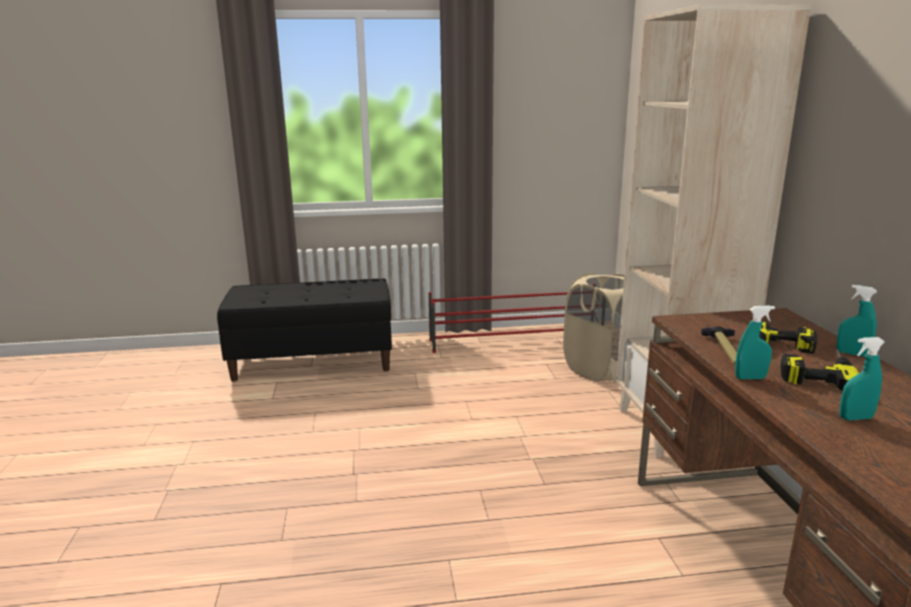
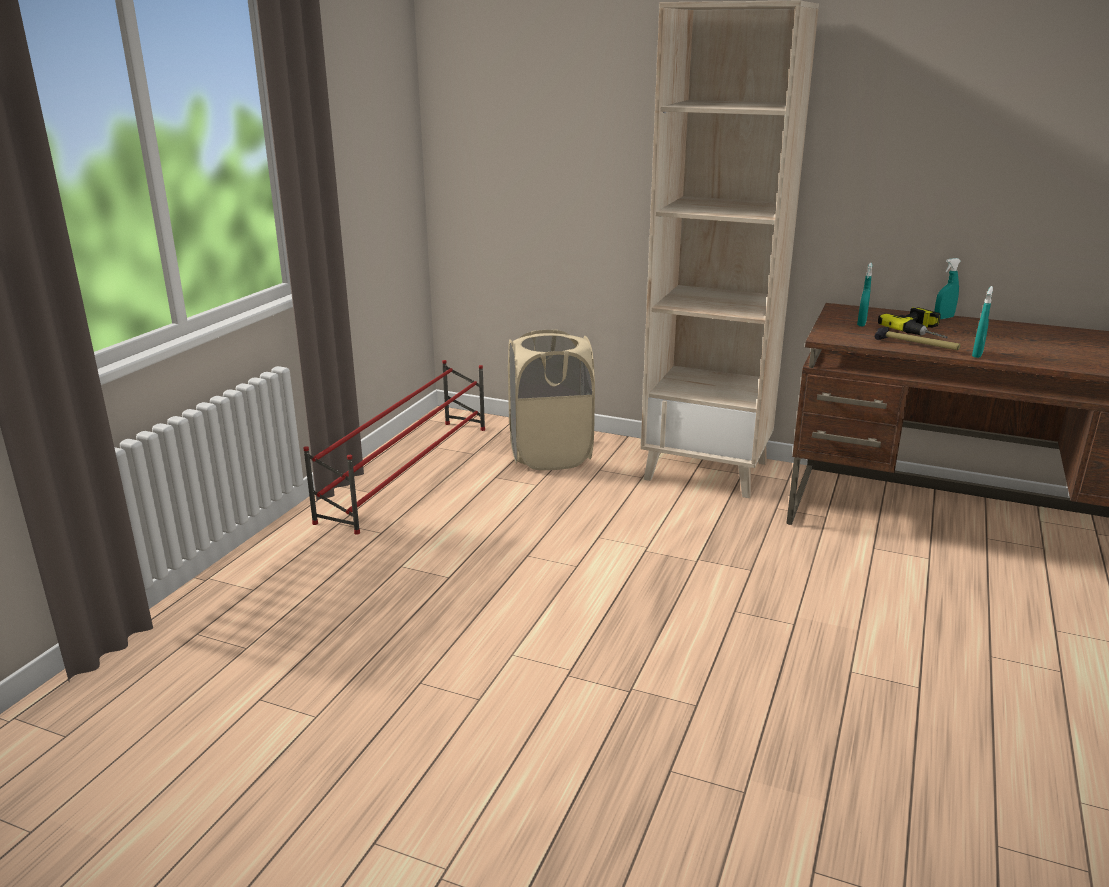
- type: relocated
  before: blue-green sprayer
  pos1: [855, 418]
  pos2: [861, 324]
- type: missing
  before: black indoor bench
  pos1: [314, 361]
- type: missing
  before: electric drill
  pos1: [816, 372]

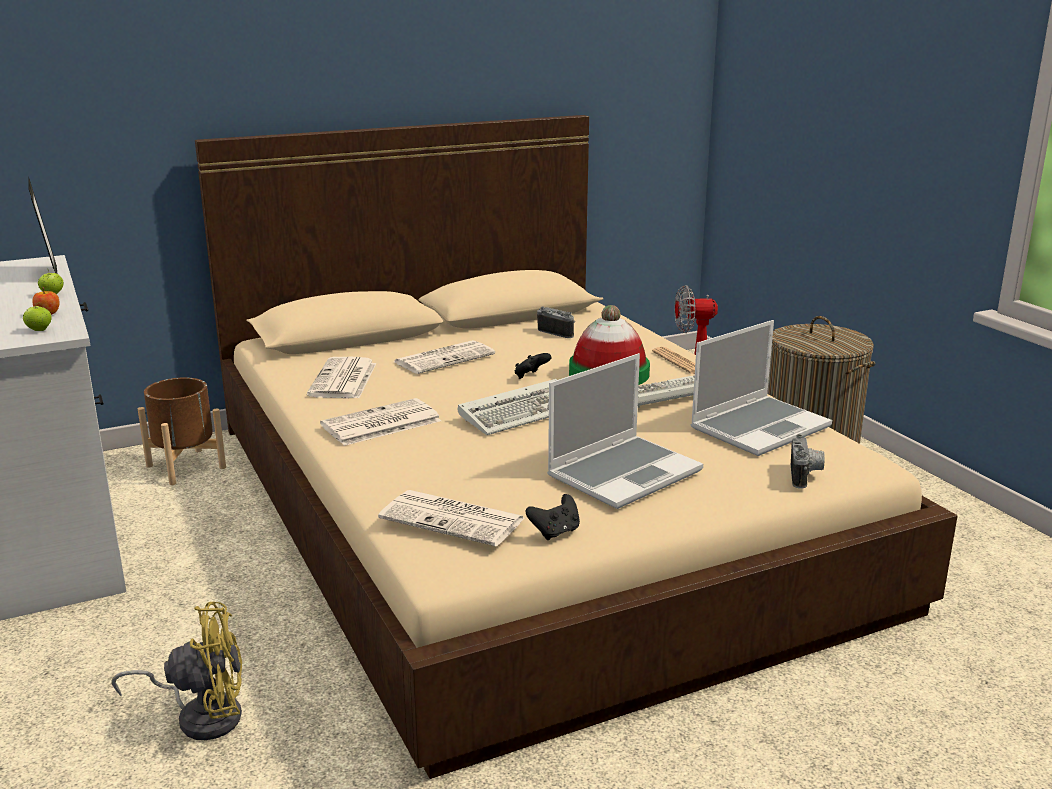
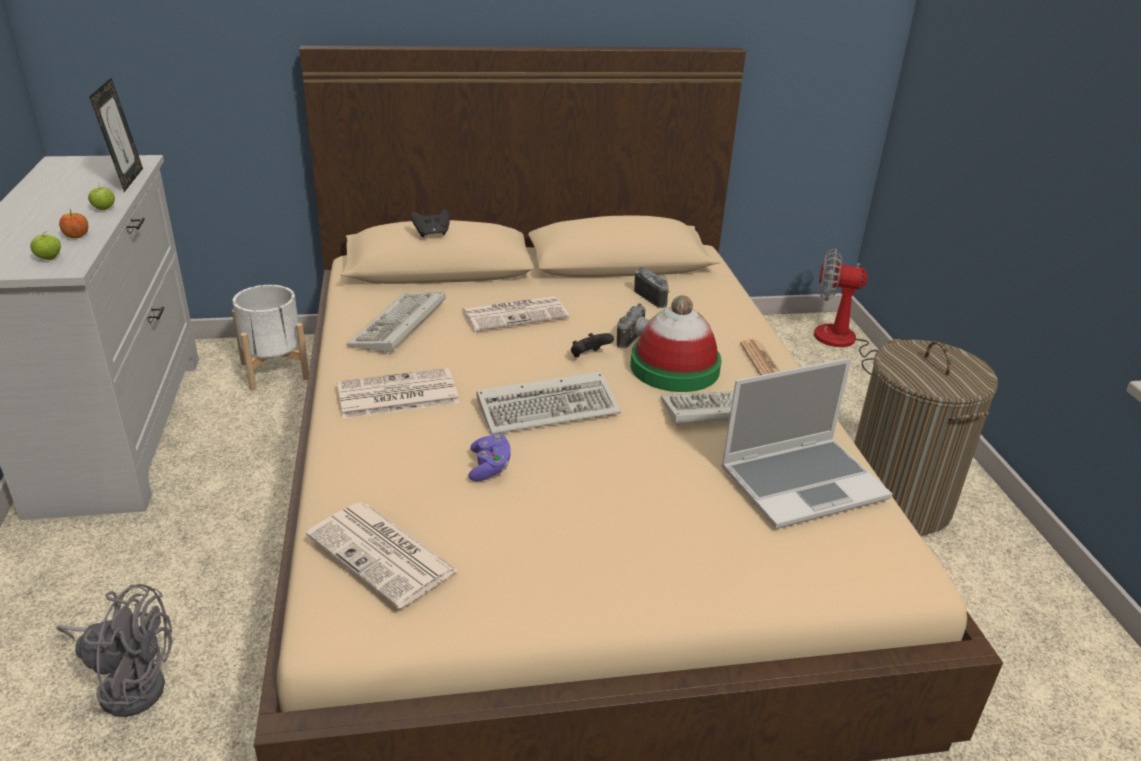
- type: colour
  before: yellowish electric fan
  after: greyish electric fan
  pos1: [201, 715]
  pos2: [129, 683]
- type: colour
  before: brown flower pot
  after: white-coloured flower pot
  pos1: [185, 467]
  pos2: [274, 371]
- type: exchanged
  before: printed paper
  after: computer keyboard
  pos1: [343, 380]
  pos2: [398, 327]
- type: relocated
  before: black joypad
  pos1: [555, 532]
  pos2: [432, 234]
- type: appeared
  after: purple-coloured joypad
  pos2: [489, 467]
- type: relocated
  before: photo camera
  pos1: [806, 476]
  pos2: [636, 339]
- type: missing
  before: notebook computer
  pos1: [624, 473]

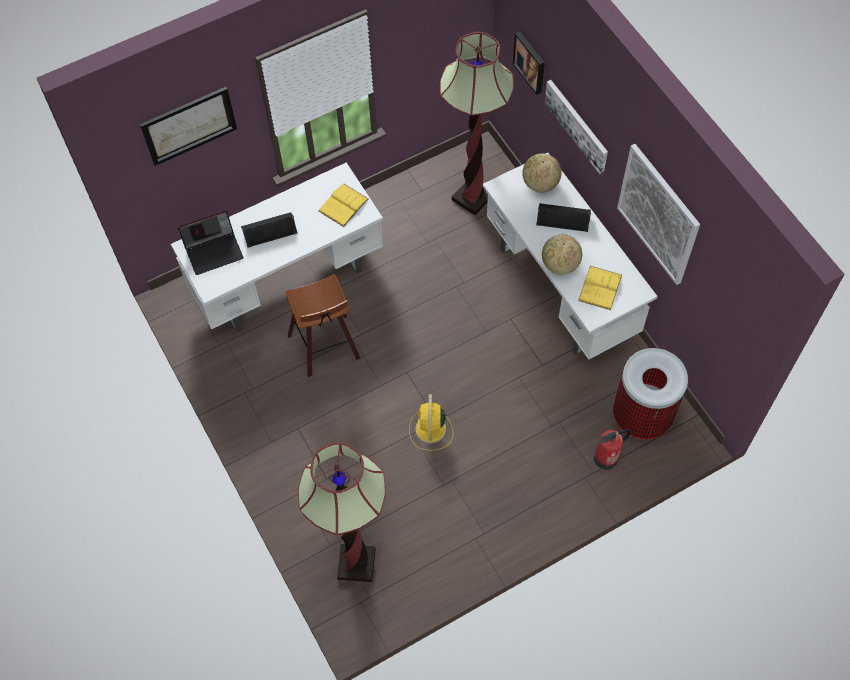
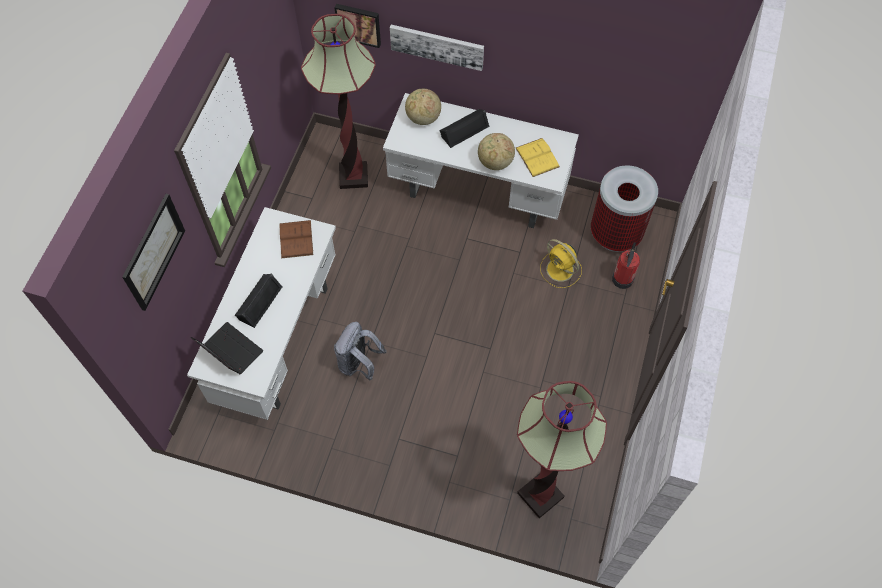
- type: spun
  before: notebook computer
  pos1: [214, 251]
  pos2: [229, 351]
  turn: -75
- type: colour
  before: yellowish book
  after: brown book
  pos1: [343, 205]
  pos2: [296, 239]
- type: exchanged
  before: stool seat
  after: greyish knapsack
  pos1: [327, 348]
  pos2: [359, 364]
- type: relocated
  before: yellowish electric fan
  pos1: [430, 430]
  pos2: [561, 270]
- type: missing
  before: wall art
  pos1: [658, 214]

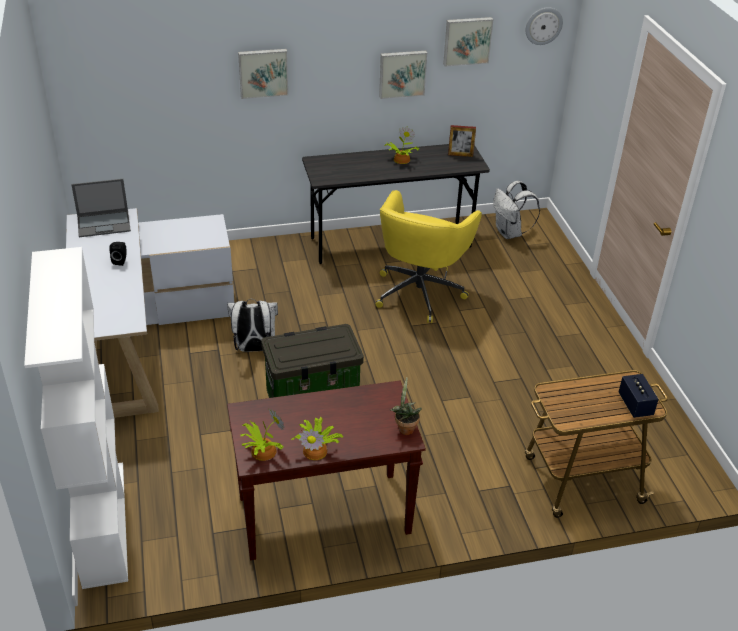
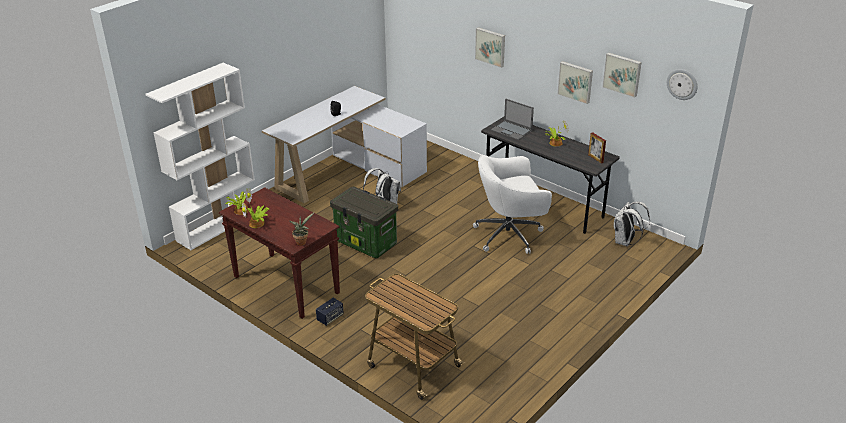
- type: relocated
  before: speaker
  pos1: [635, 405]
  pos2: [330, 318]
- type: colour
  before: yellowish computer chair
  after: white-coloured computer chair
  pos1: [420, 291]
  pos2: [510, 235]
- type: relocated
  before: notebook computer
  pos1: [104, 224]
  pos2: [512, 130]

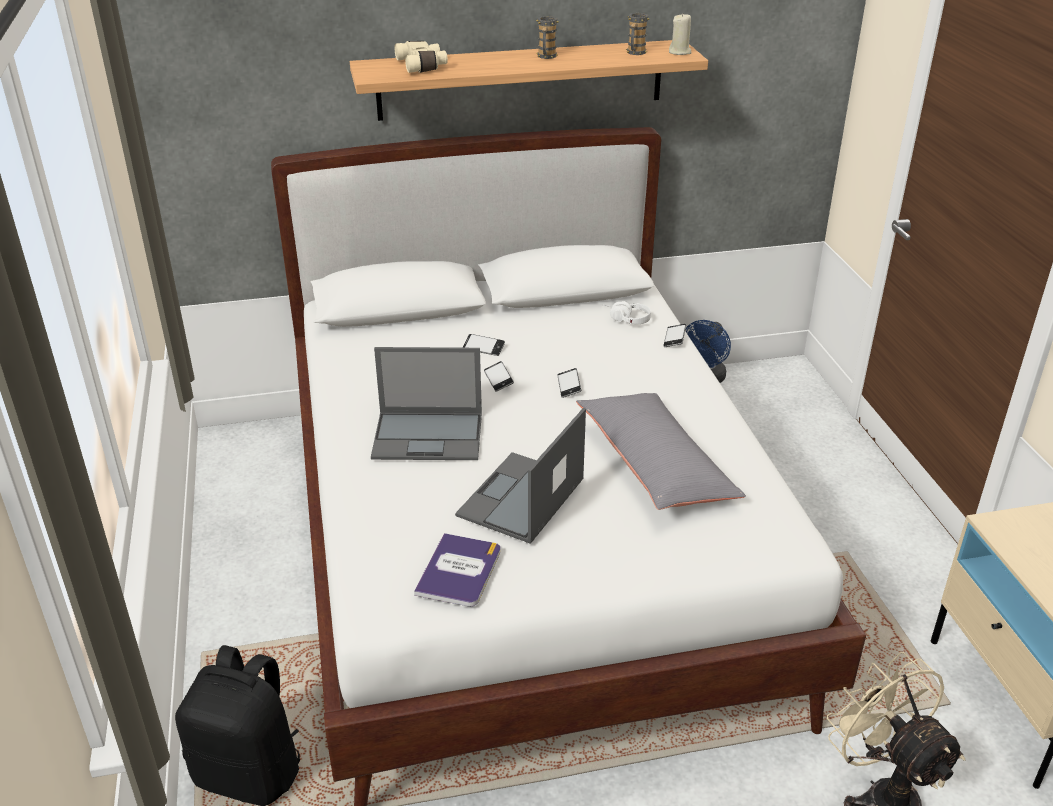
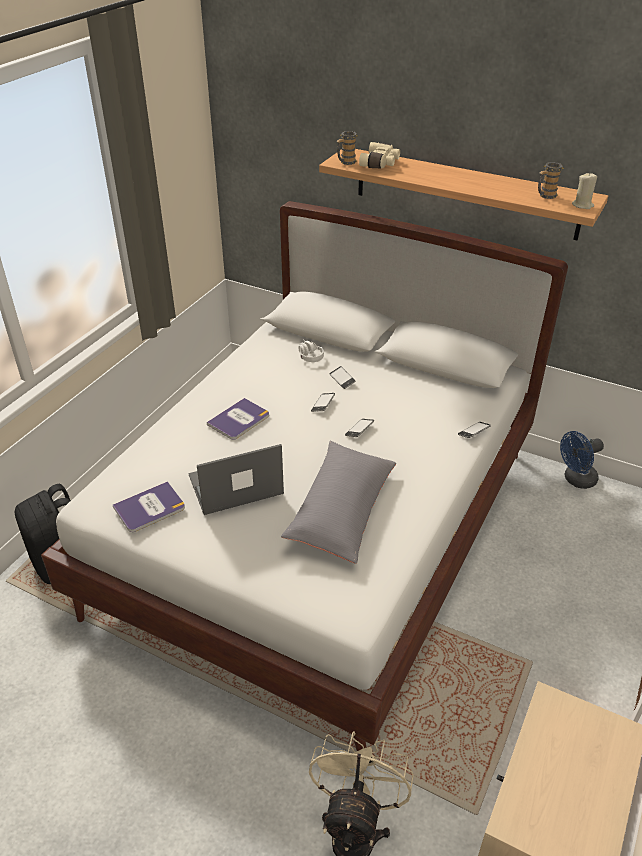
- type: exchanged
  before: notebook computer
  after: book
  pos1: [429, 436]
  pos2: [239, 420]
- type: relocated
  before: white-coloured headset
  pos1: [625, 319]
  pos2: [308, 355]
- type: relocated
  before: tea mug
  pos1: [546, 57]
  pos2: [346, 162]

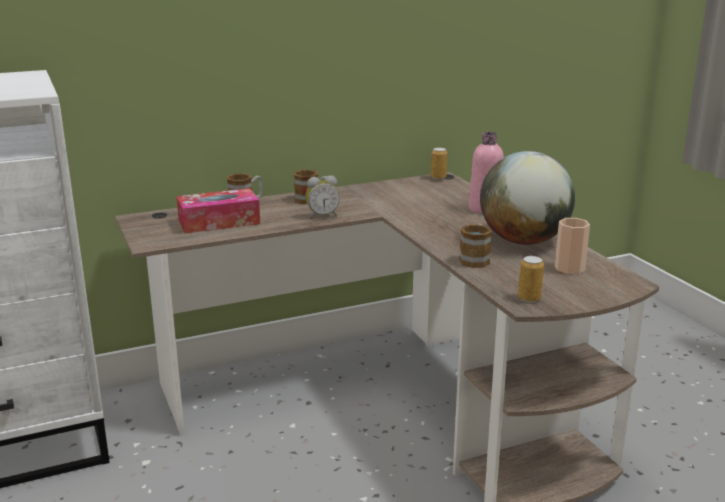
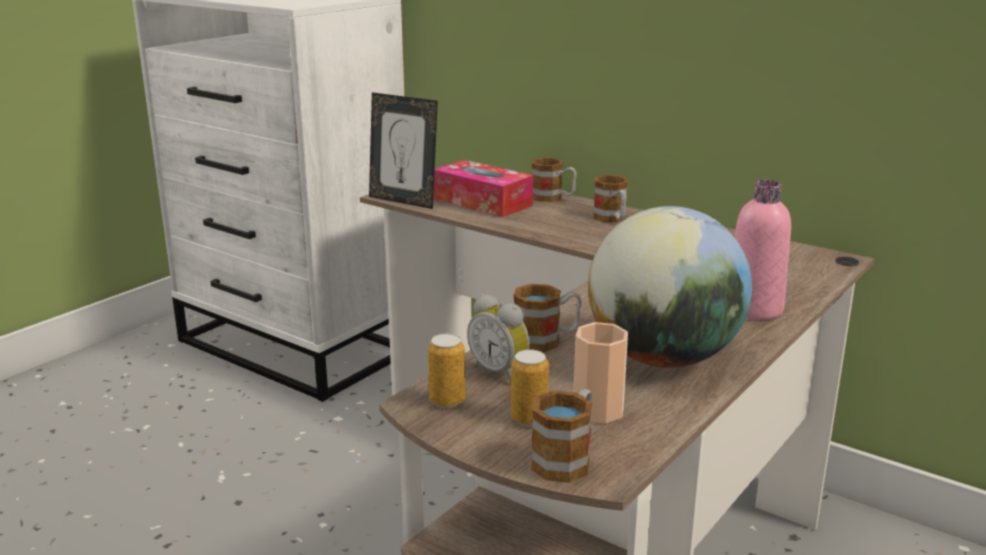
- type: appeared
  after: picture frame
  pos2: [404, 201]
- type: relocated
  before: bedside clock
  pos1: [322, 216]
  pos2: [500, 372]
- type: relocated
  before: metal can
  pos1: [438, 177]
  pos2: [529, 419]
- type: appeared
  after: tea mug
  pos2: [567, 458]

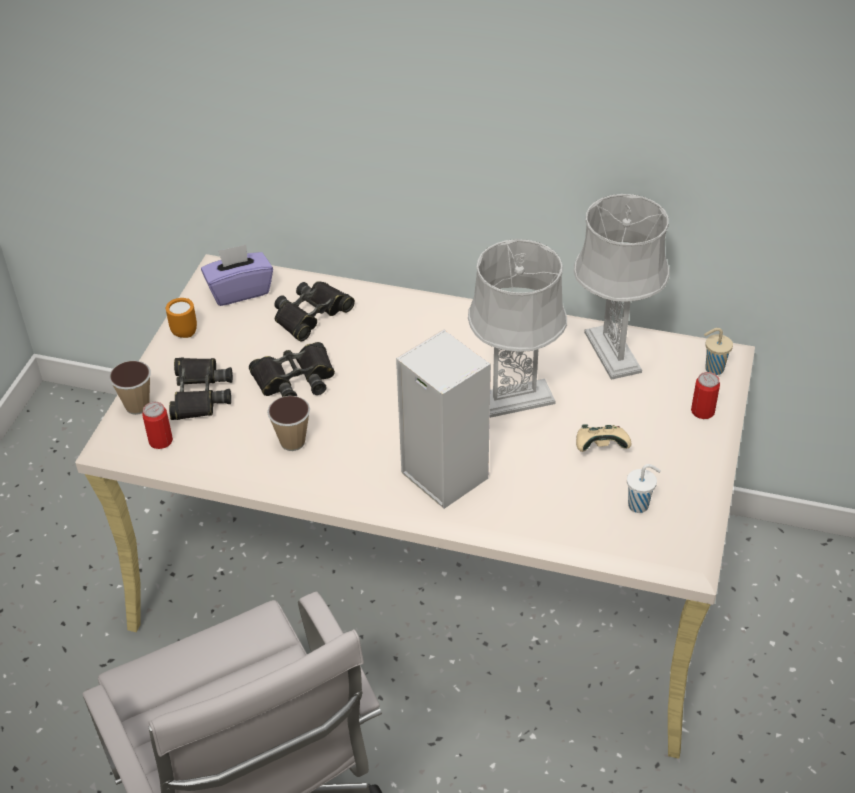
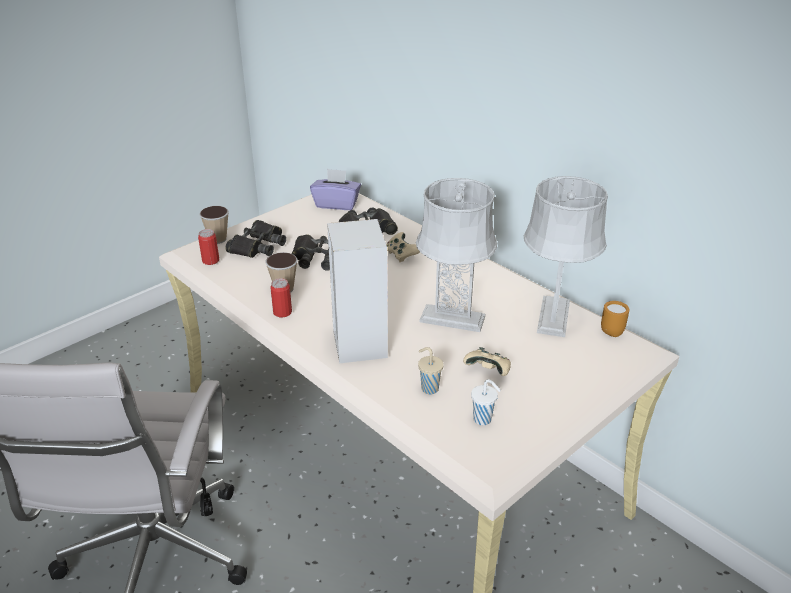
- type: relocated
  before: metal can
  pos1: [702, 411]
  pos2: [282, 312]
- type: appeared
  after: beige joypad
  pos2: [402, 255]
- type: relocated
  before: beige cup
  pos1: [713, 369]
  pos2: [429, 388]
- type: relocated
  before: orange-coloured tea mug
  pos1: [186, 330]
  pos2: [613, 331]

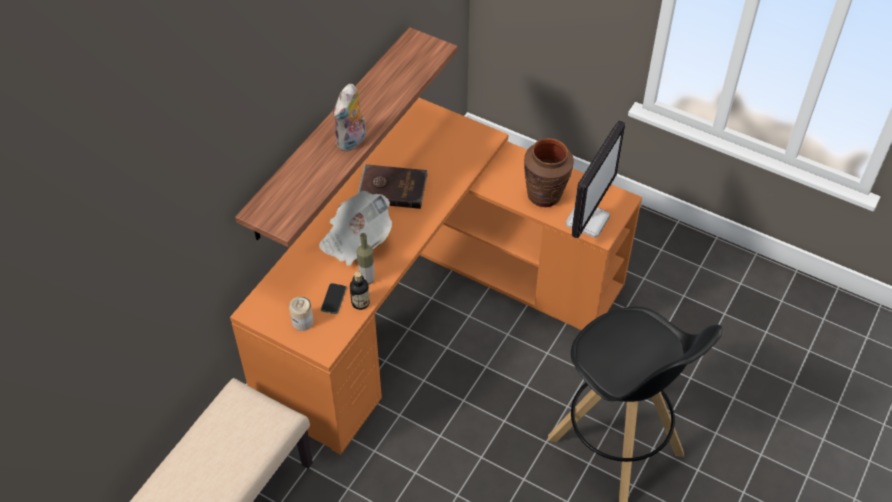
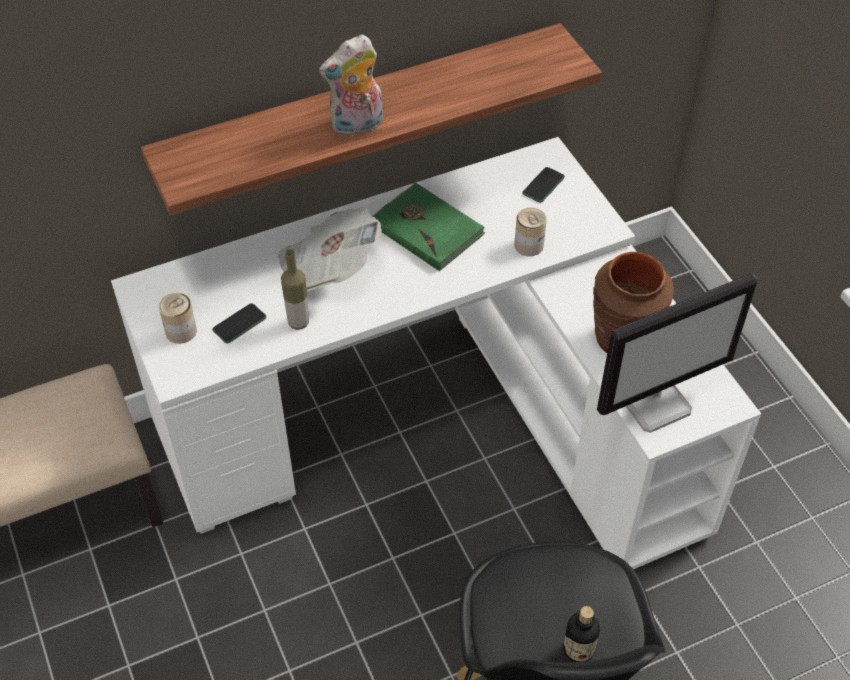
- type: colour
  before: orange-coloured desk table
  after: white-coloured desk table
  pos1: [429, 309]
  pos2: [443, 422]
- type: colour
  before: brown book
  after: green book
  pos1: [392, 188]
  pos2: [427, 228]
- type: appeared
  after: metal can
  pos2: [528, 245]
- type: appeared
  after: phone
  pos2: [543, 185]
- type: relocated
  before: drink bottle
  pos1: [360, 303]
  pos2: [578, 649]

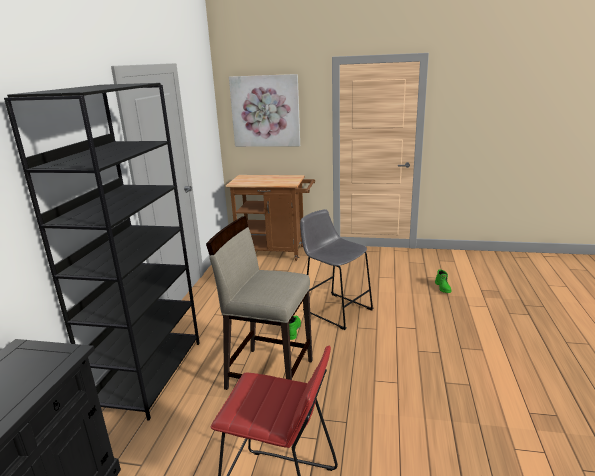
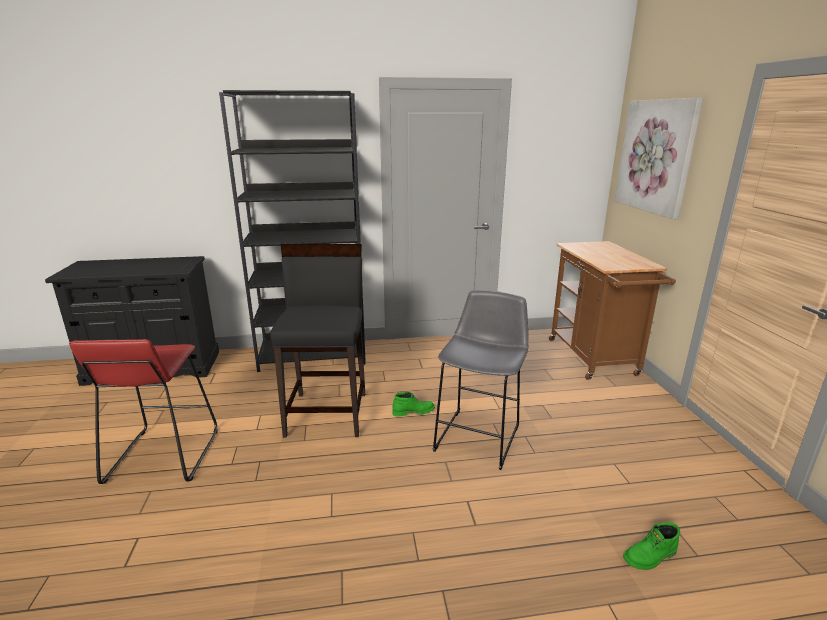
- type: colour
  before: beige stool seat
  after: black stool seat
  pos1: [269, 373]
  pos2: [328, 413]

